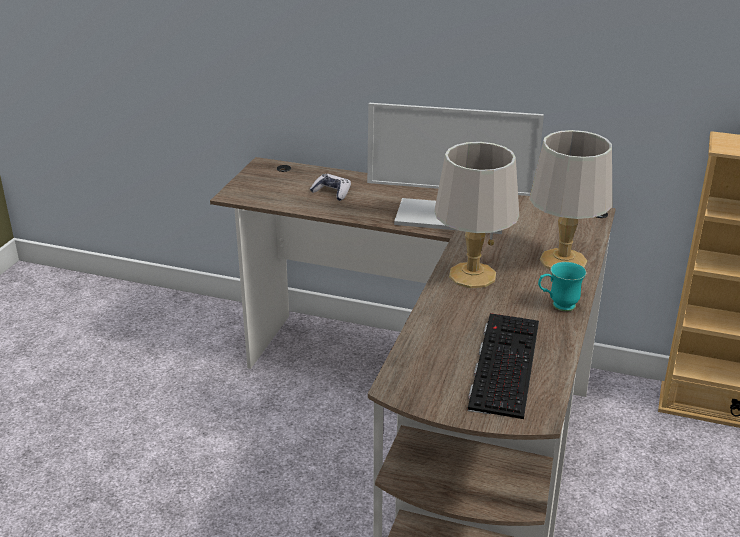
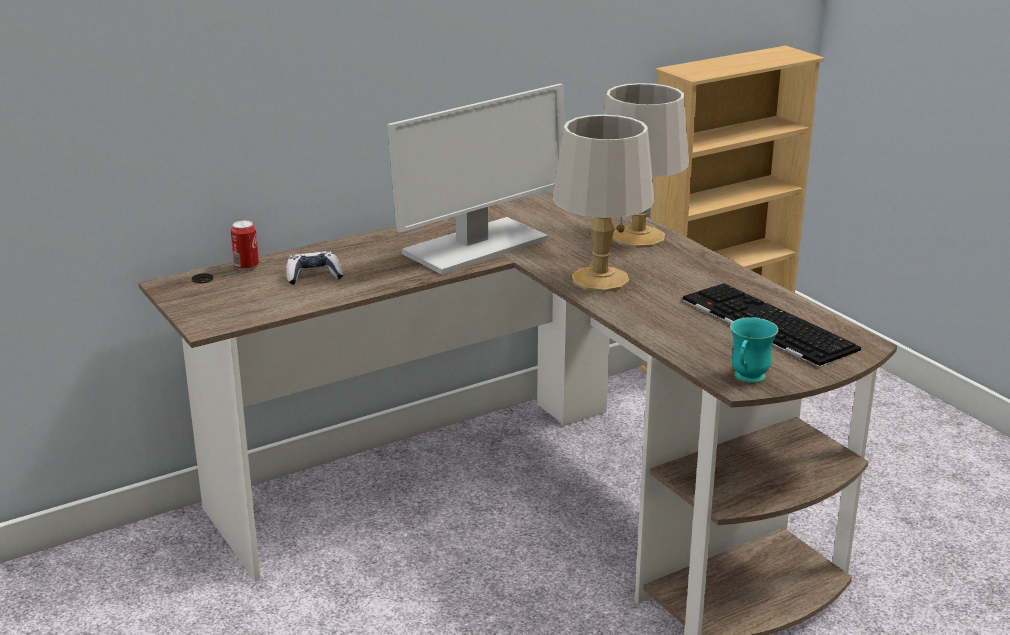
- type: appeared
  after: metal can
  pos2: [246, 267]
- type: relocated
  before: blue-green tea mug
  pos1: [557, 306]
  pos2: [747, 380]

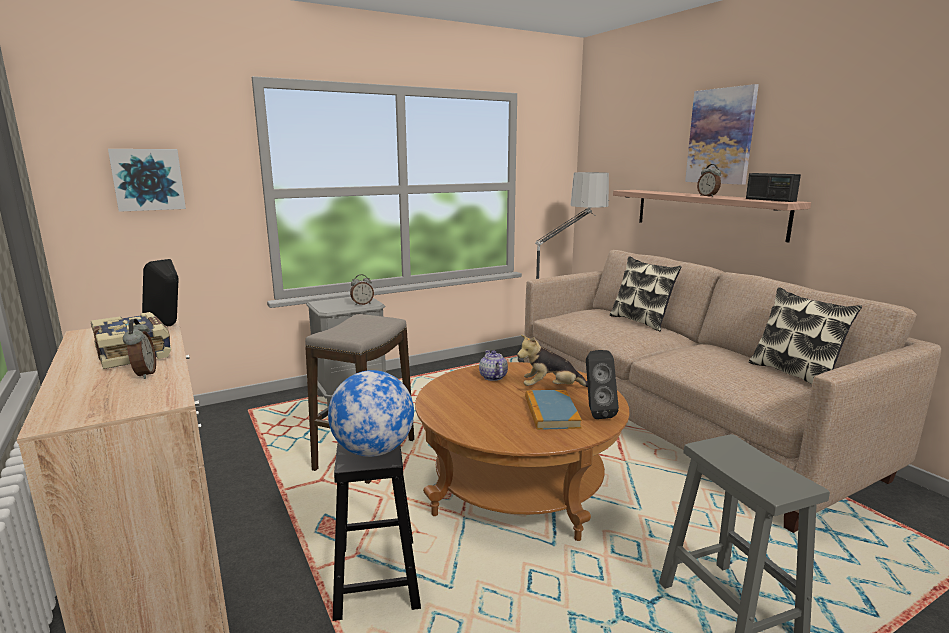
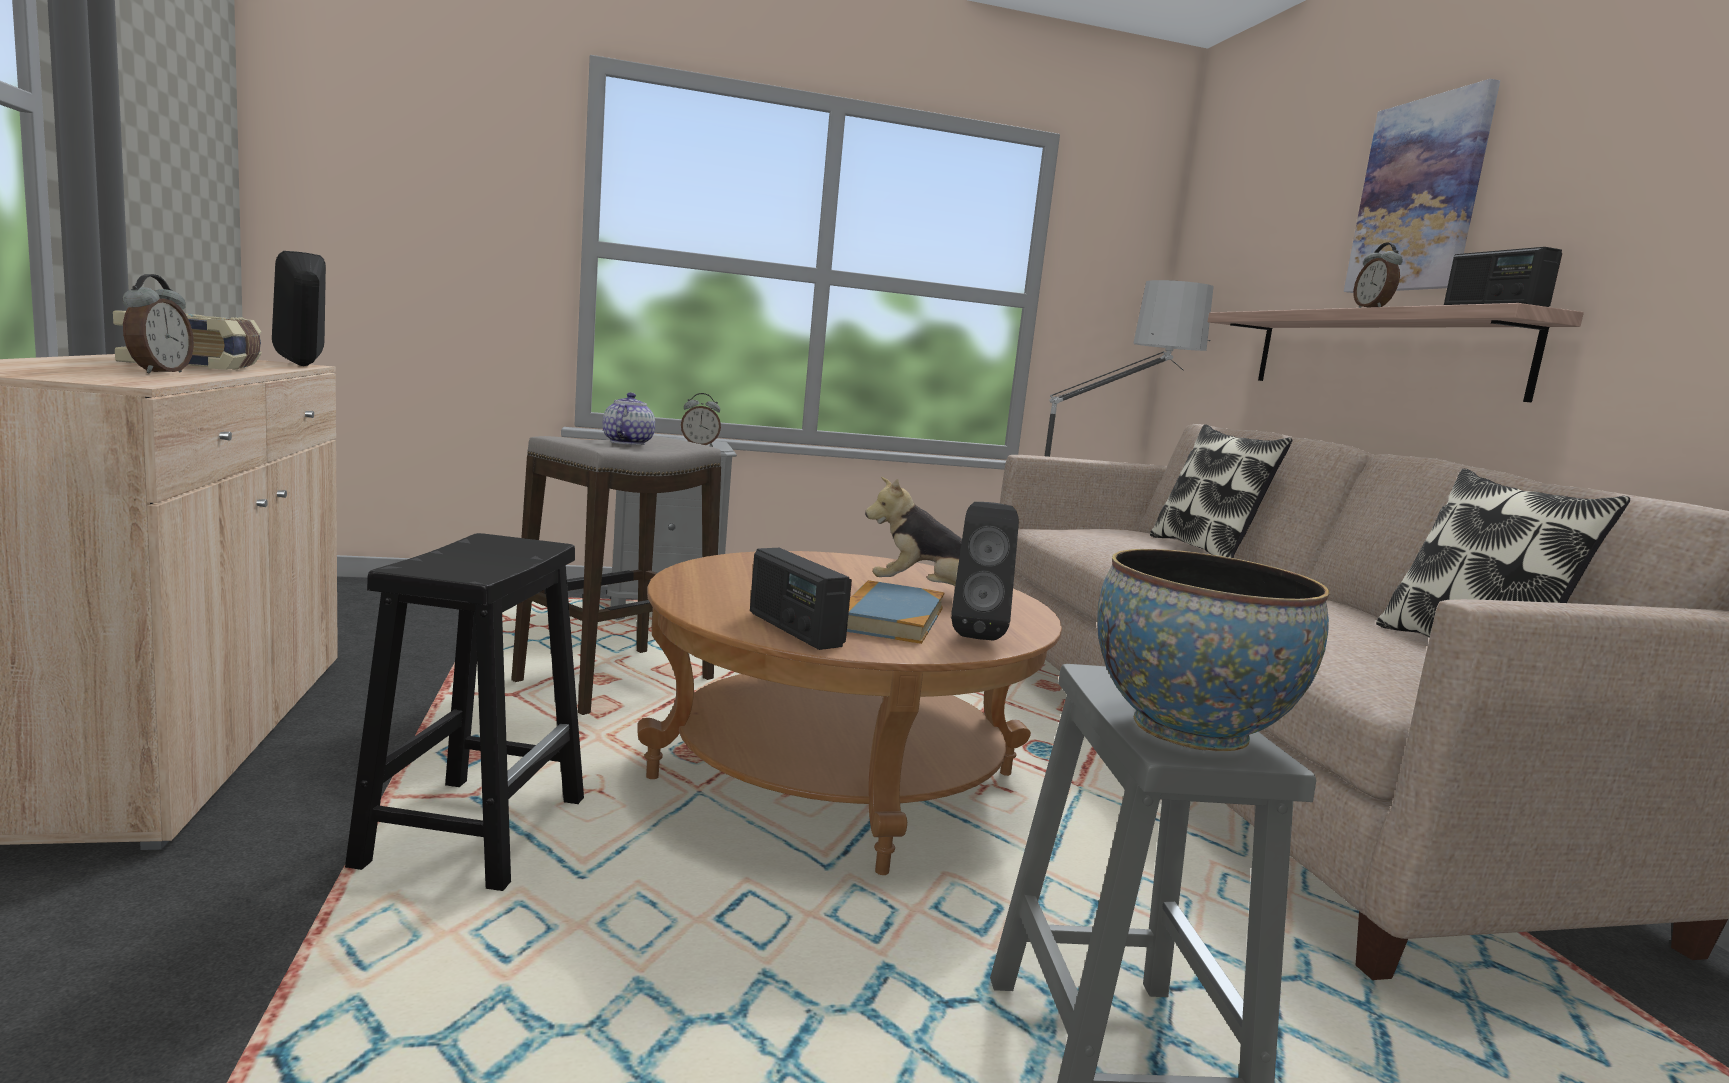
- type: relocated
  before: teapot
  pos1: [492, 377]
  pos2: [627, 443]
- type: appeared
  after: radio
  pos2: [794, 629]
- type: appeared
  after: bowl
  pos2: [1189, 729]
- type: missing
  before: wall art
  pos1: [148, 179]
- type: missing
  before: globe
  pos1: [373, 451]

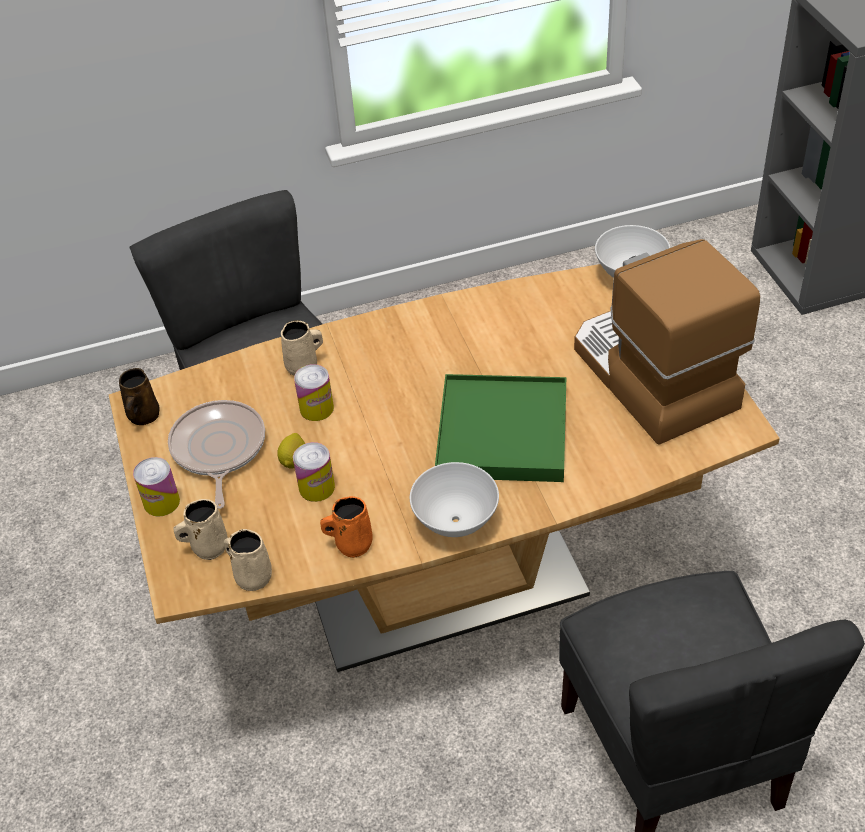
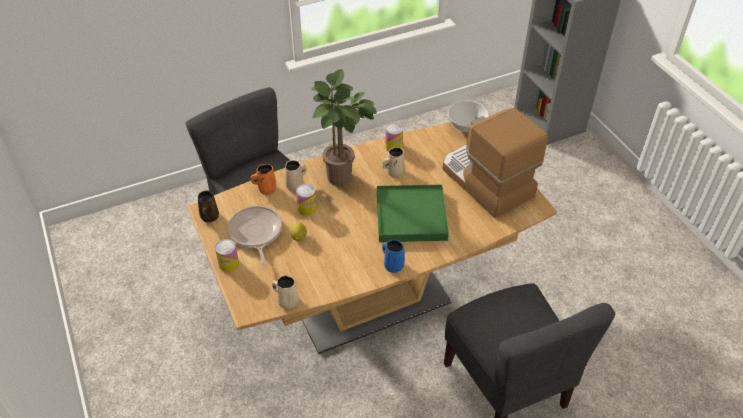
- type: relocated
  before: orange-coloured tea mug
  pos1: [351, 544]
  pos2: [266, 189]
- type: appeared
  after: houseplant
  pos2: [342, 179]
- type: relocated
  before: beige tea mug
  pos1: [207, 547]
  pos2: [394, 172]
- type: exchanged
  before: white-coloured bowl
  after: blue-coloured tea mug
  pos1: [454, 522]
  pos2: [393, 265]
- type: relocated
  before: metal can
  pos1: [317, 487]
  pos2: [393, 146]

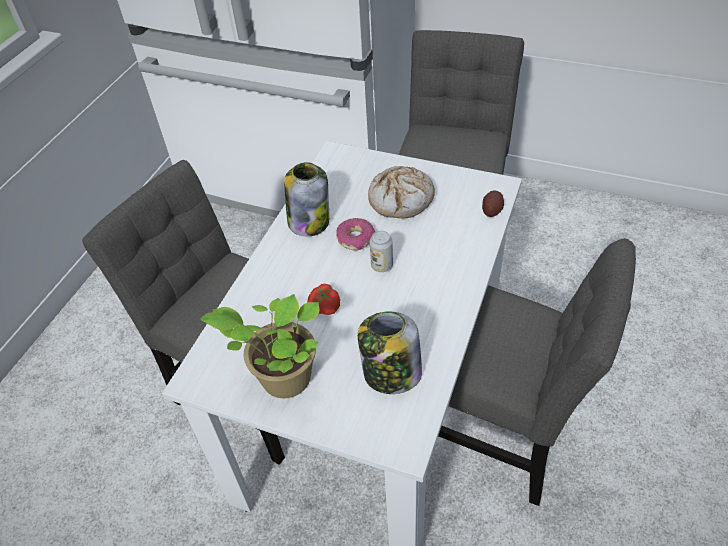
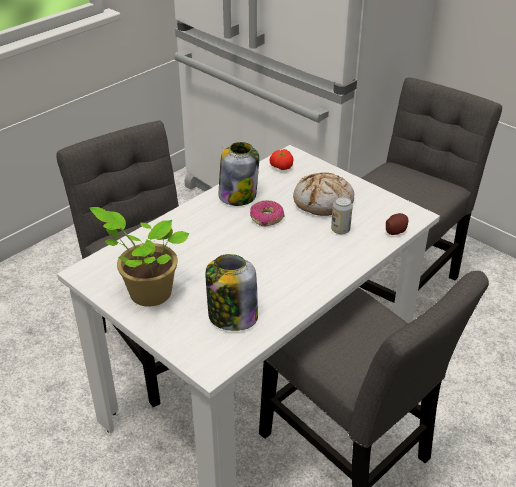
- type: relocated
  before: fresh tomato
  pos1: [324, 307]
  pos2: [281, 167]
- type: relocated
  before: metal can
  pos1: [382, 265]
  pos2: [340, 230]

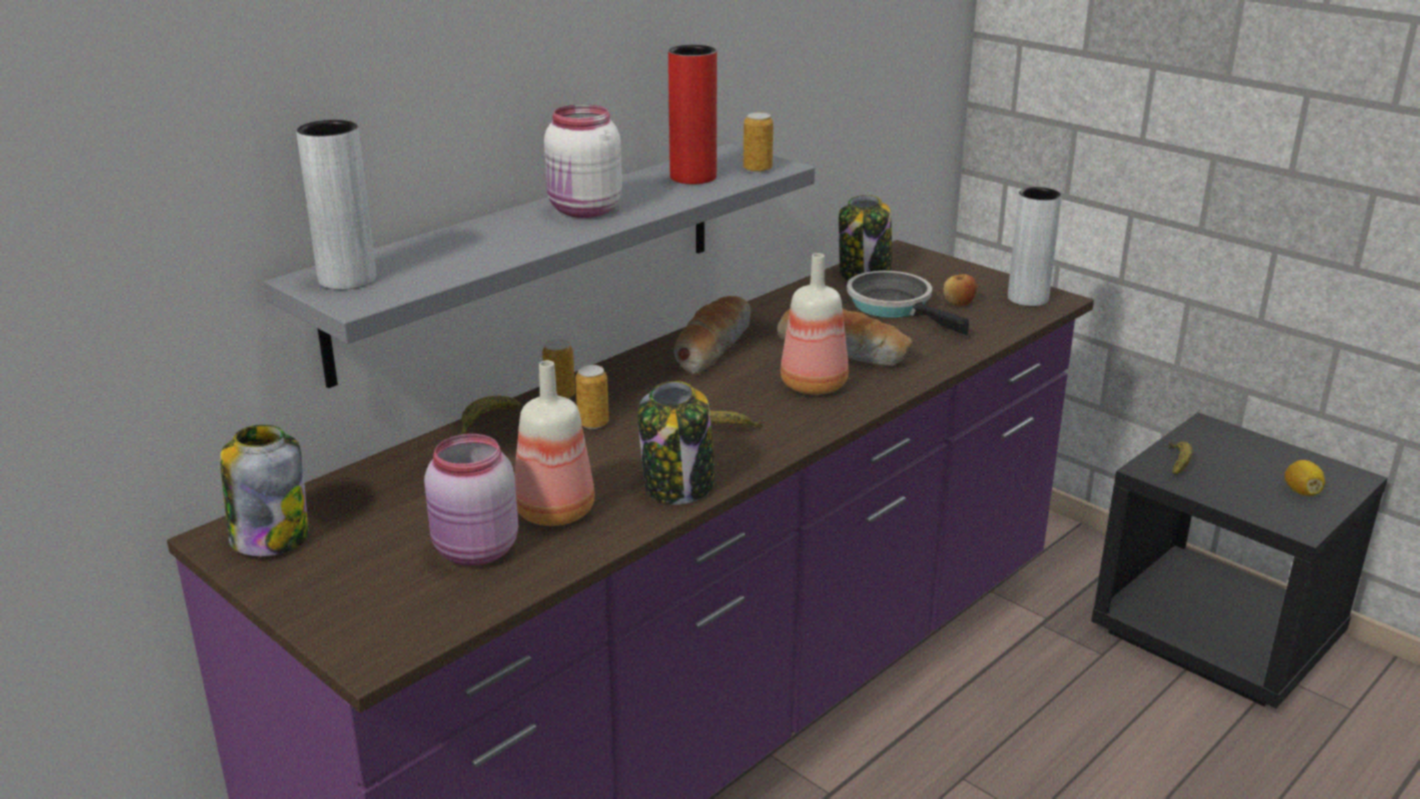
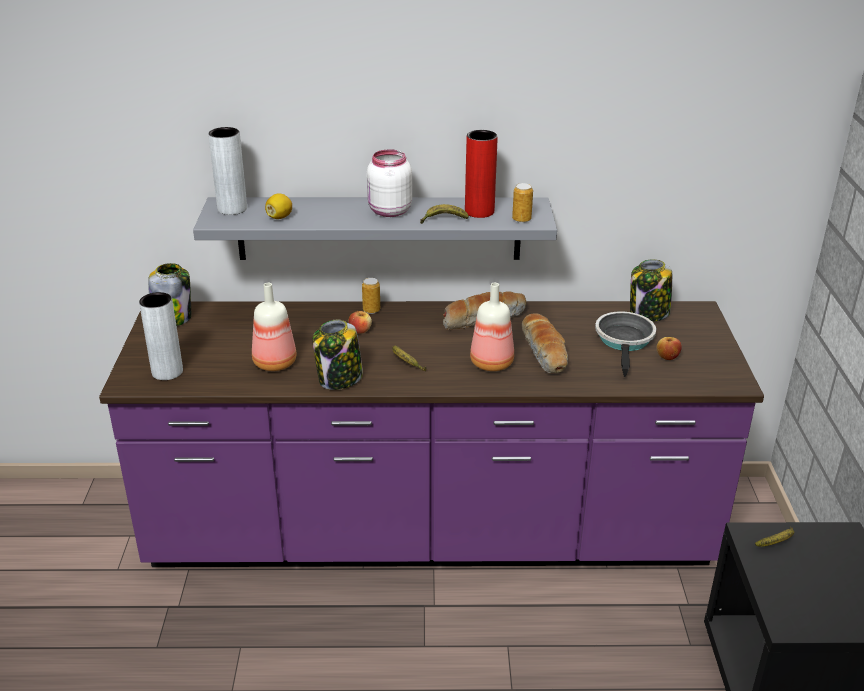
- type: relocated
  before: greyish flower vase
  pos1: [1027, 299]
  pos2: [167, 372]
- type: relocated
  before: whole lemon
  pos1: [1301, 492]
  pos2: [279, 217]
- type: exchanged
  before: metal can
  after: apple fruit
  pos1: [593, 423]
  pos2: [360, 331]
- type: relocated
  before: banana
  pos1: [486, 424]
  pos2: [443, 220]
- type: missing
  before: pink-coloured storage jar
  pos1: [476, 551]

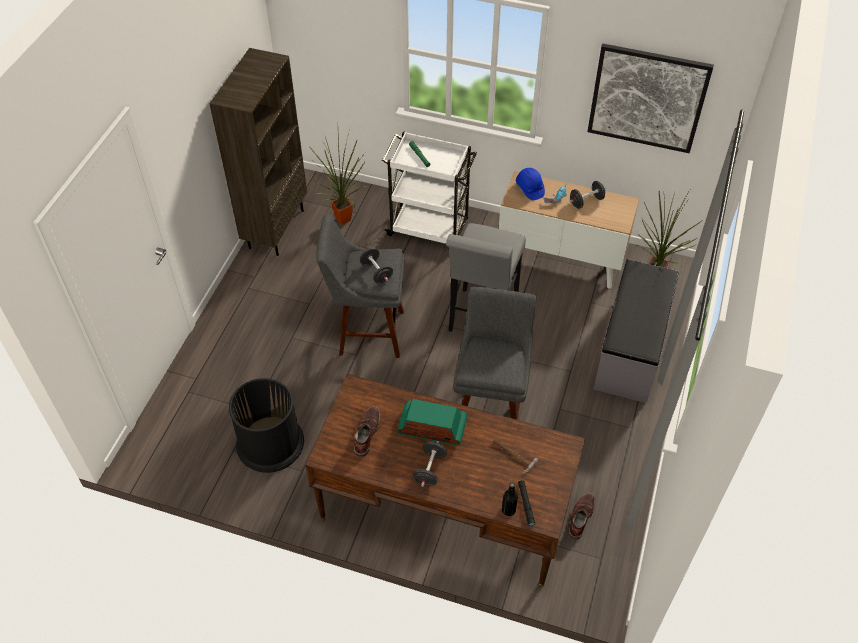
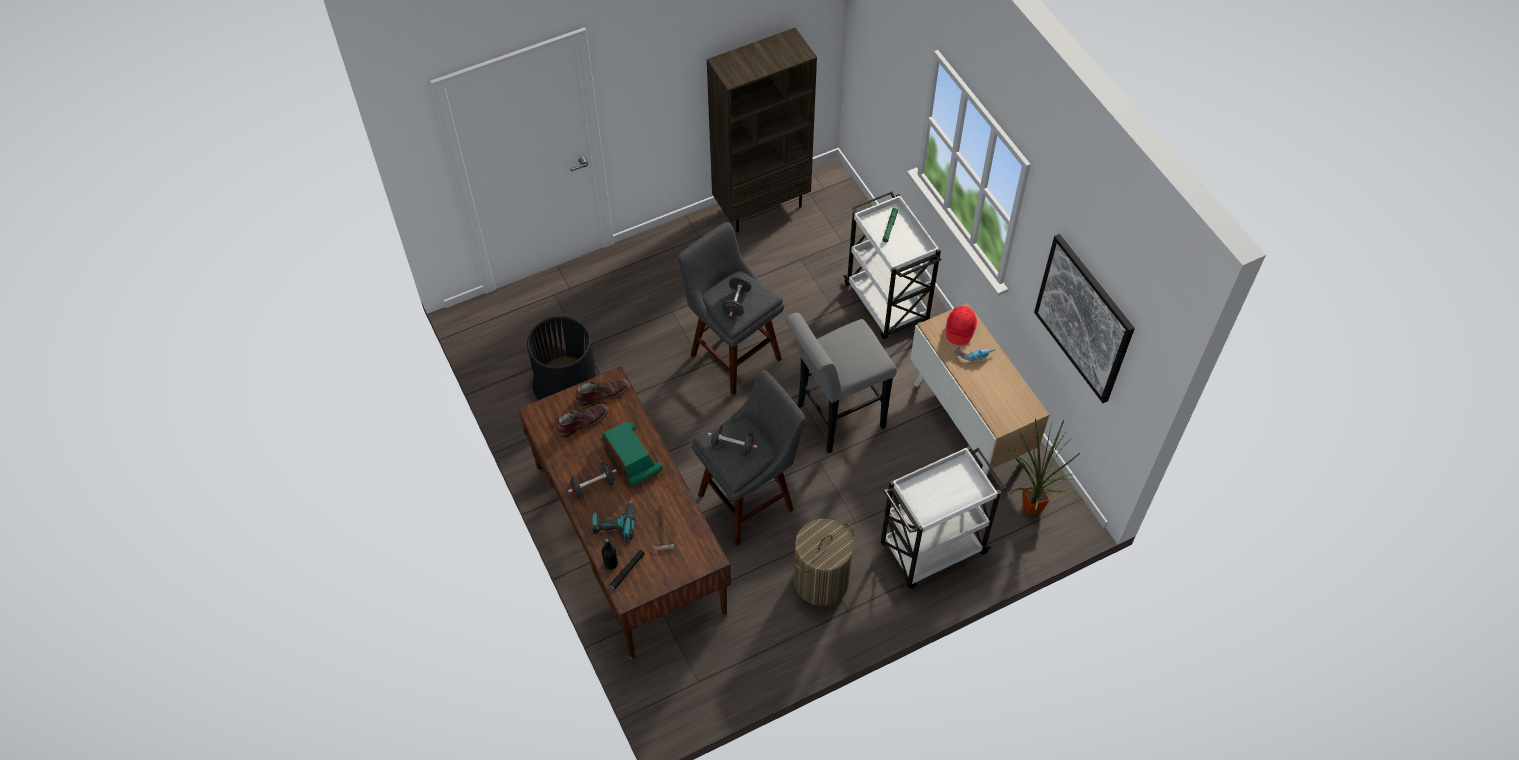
- type: relocated
  before: brown high-top boot
  pos1: [580, 517]
  pos2: [602, 394]
- type: appeared
  after: electric drill
  pos2: [614, 523]
- type: relocated
  before: black hand weight
  pos1: [586, 201]
  pos2: [732, 446]
- type: appeared
  after: hamper
  pos2: [821, 581]
- type: exchanged
  before: greyish indoor bench
  after: white-coloured wheeled cart
  pos1: [632, 350]
  pos2: [931, 550]
- type: colour
  before: blue-coloured hard hat
  after: red-coloured hard hat
  pos1: [529, 189]
  pos2: [960, 329]
- type: missing
  before: houseplant
  pos1: [344, 221]

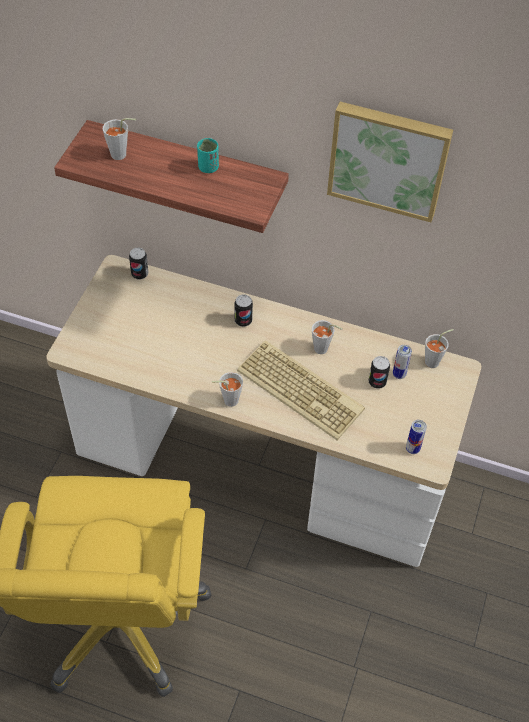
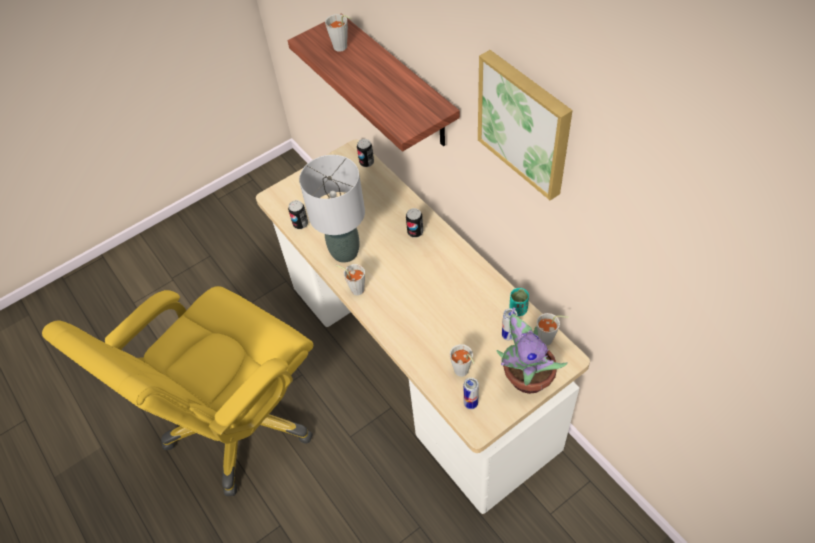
- type: relocated
  before: metal can
  pos1: [377, 382]
  pos2: [300, 224]
- type: appeared
  after: greyish tabletop lamp
  pos2: [345, 252]
- type: relocated
  before: greyish cup
  pos1: [323, 350]
  pos2: [463, 373]
- type: appeared
  after: houseplant
  pos2: [525, 378]
- type: relocated
  before: blue-green cup
  pos1: [208, 167]
  pos2: [518, 309]
- type: missing
  before: computer keyboard
  pos1: [302, 389]

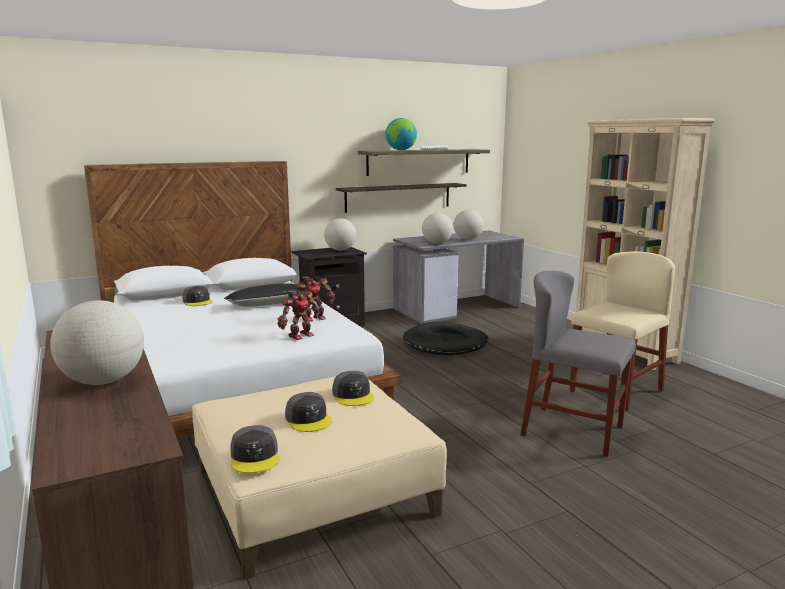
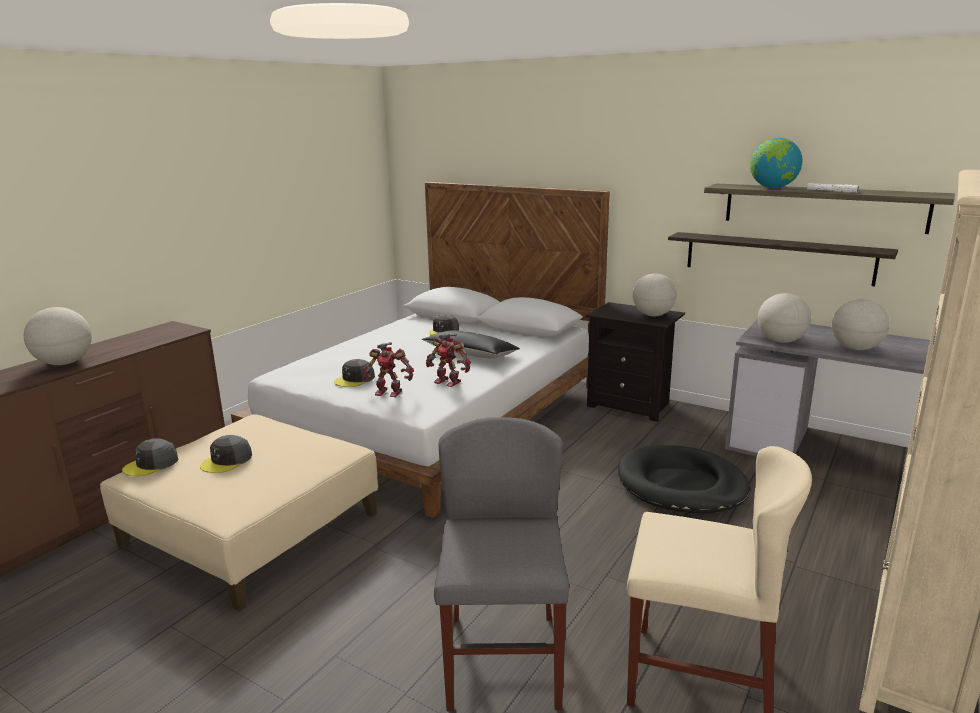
- type: relocated
  before: greyish cap
  pos1: [353, 395]
  pos2: [355, 379]

